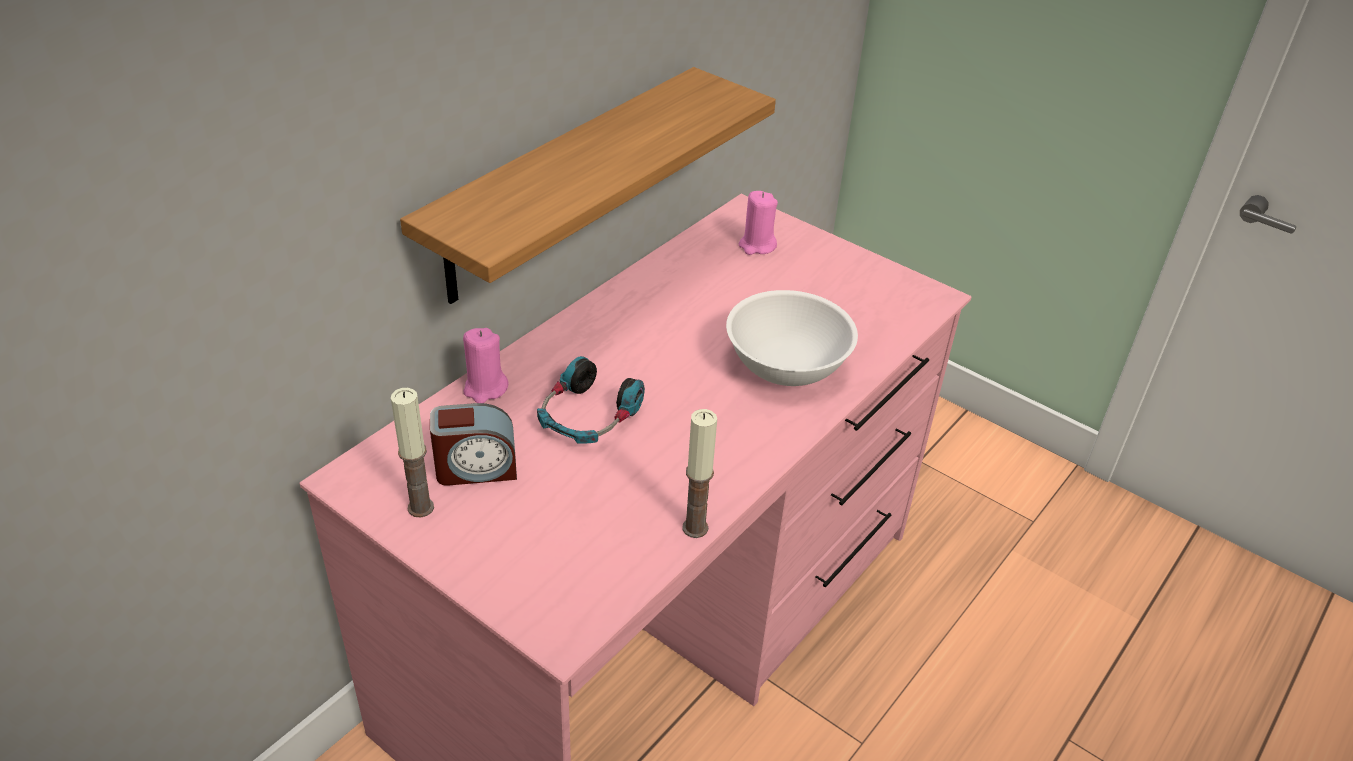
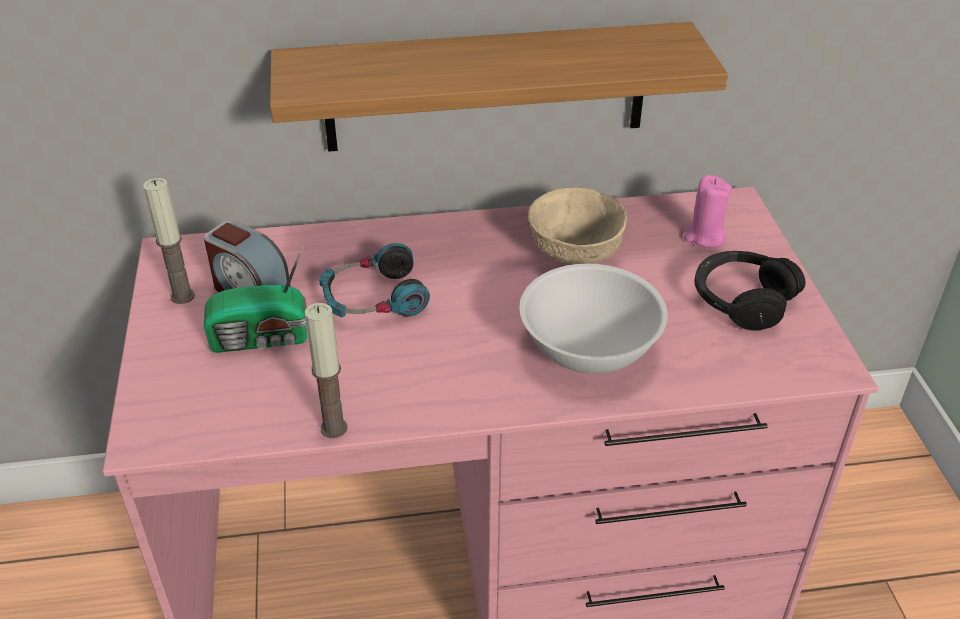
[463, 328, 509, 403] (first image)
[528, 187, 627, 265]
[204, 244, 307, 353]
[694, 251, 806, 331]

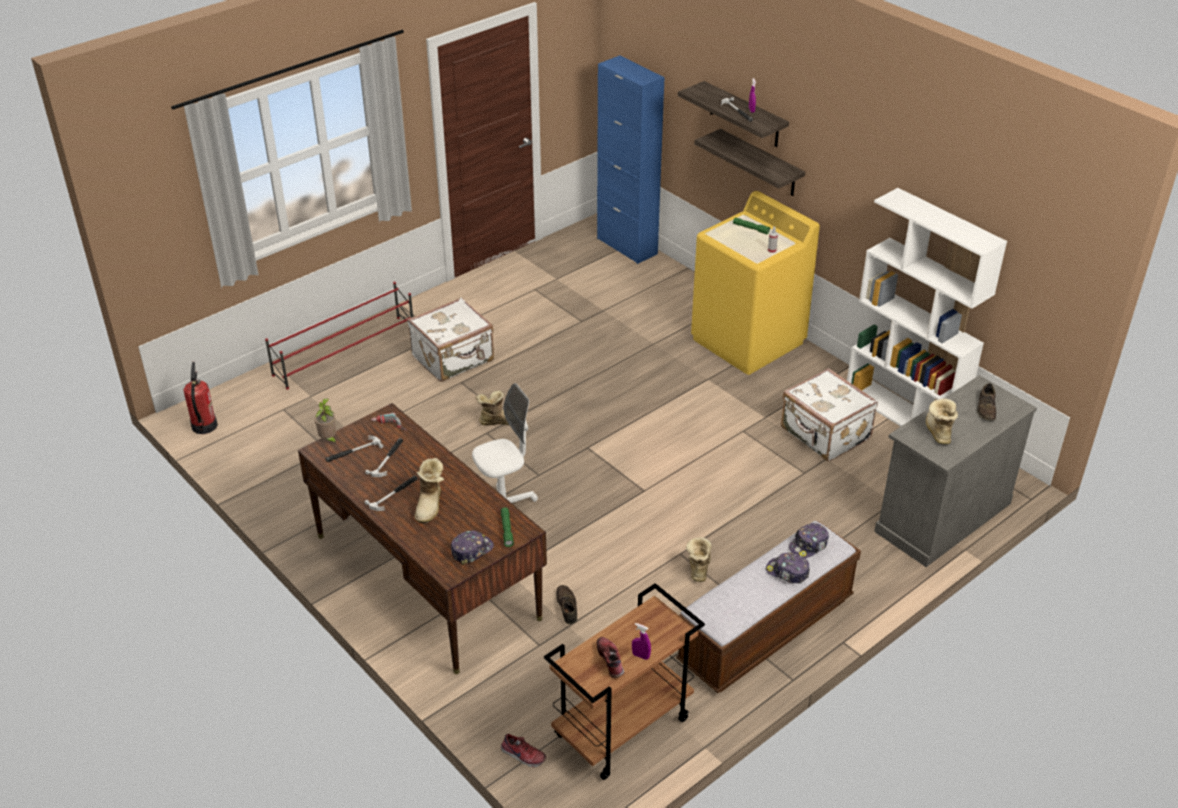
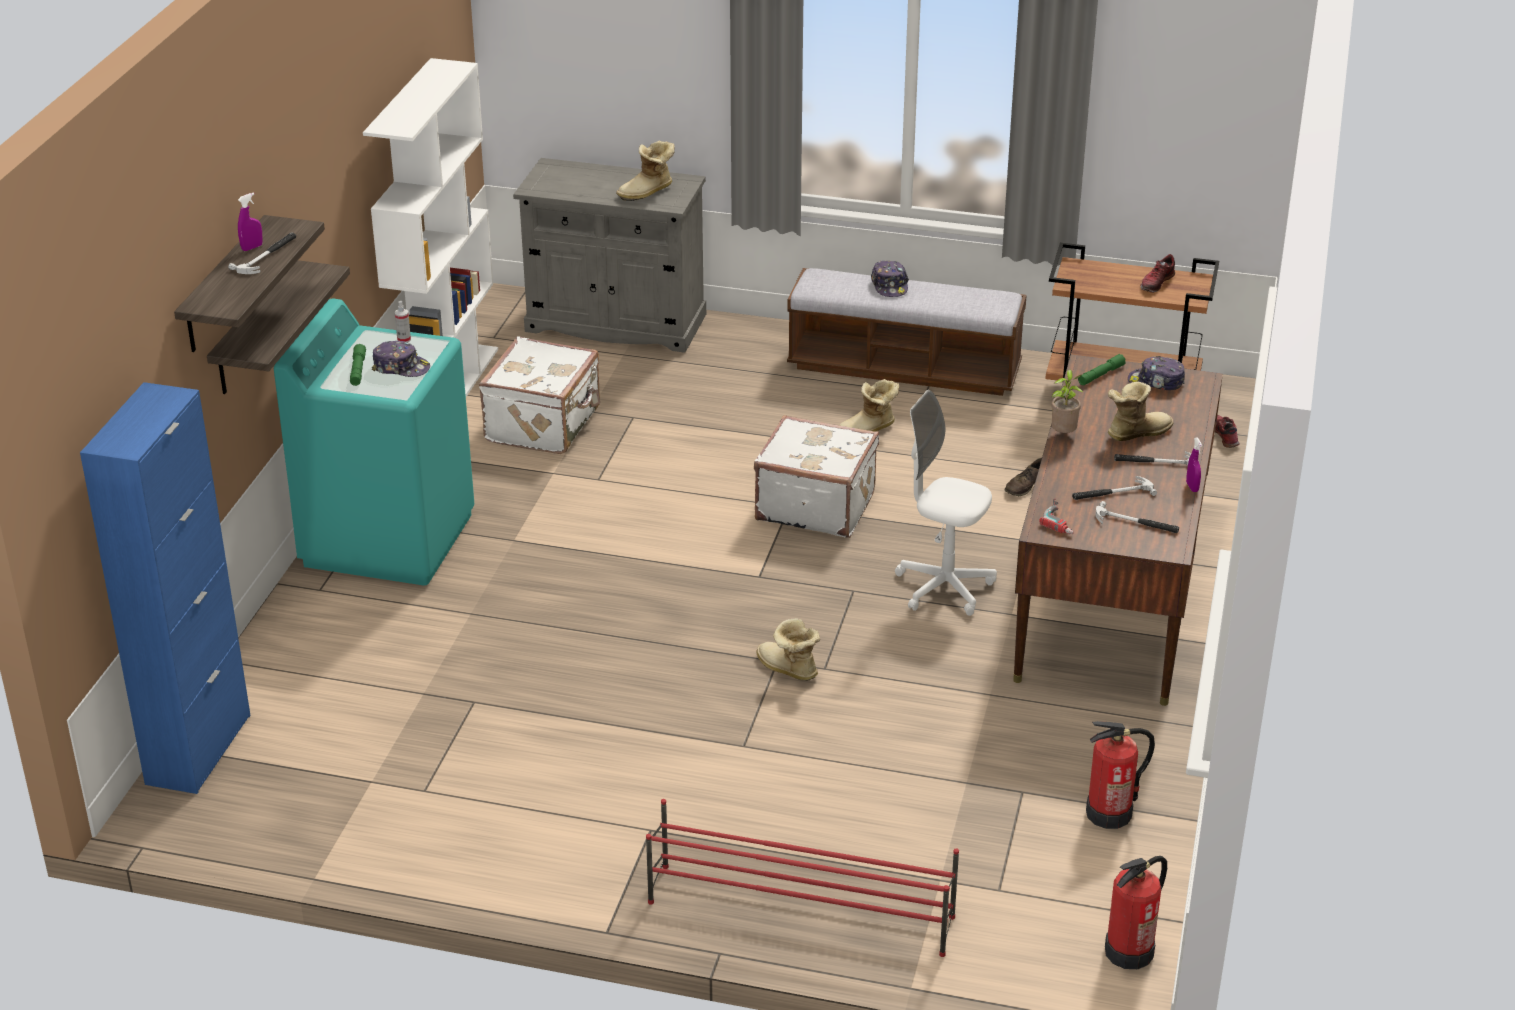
[274, 299, 474, 585]
[754, 415, 879, 538]
[977, 383, 996, 420] (first image)
[1052, 369, 1083, 433]
[372, 341, 430, 377]
[1186, 437, 1202, 492]
[1086, 721, 1155, 829]

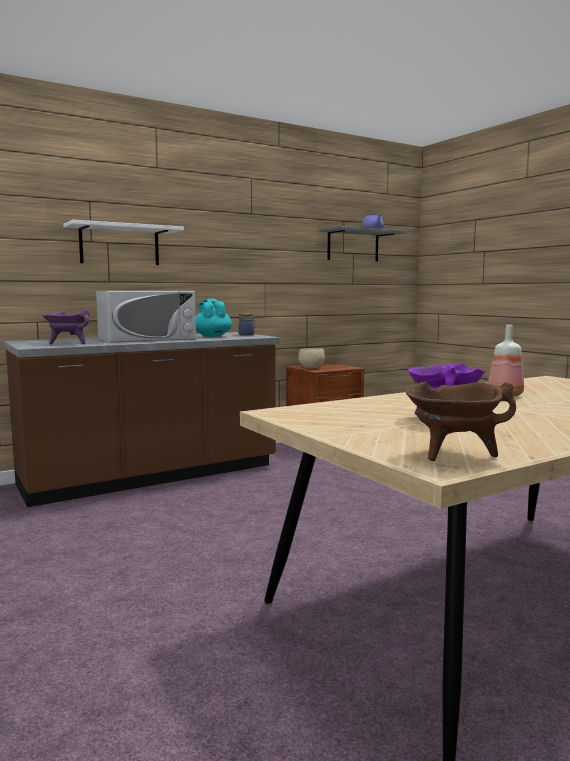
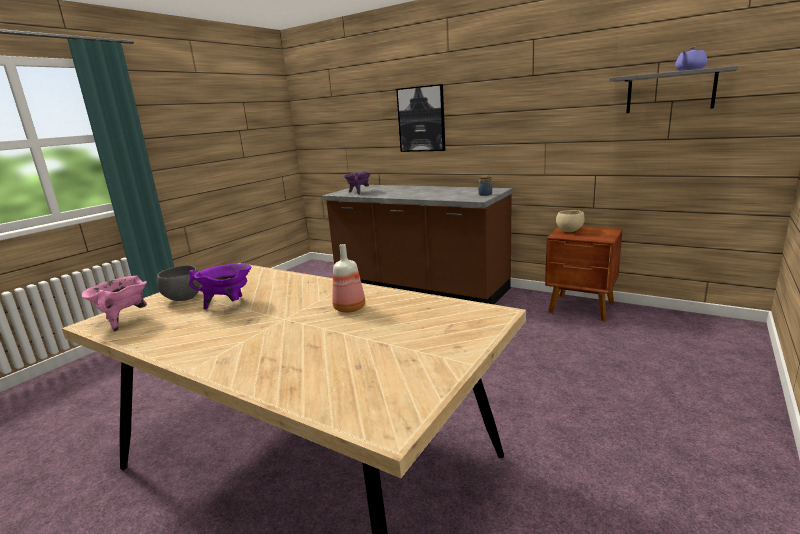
[396, 84, 445, 152]
[96, 291, 196, 343] (first image)
[195, 299, 232, 337] (first image)
[82, 276, 147, 332]
[157, 265, 202, 301]

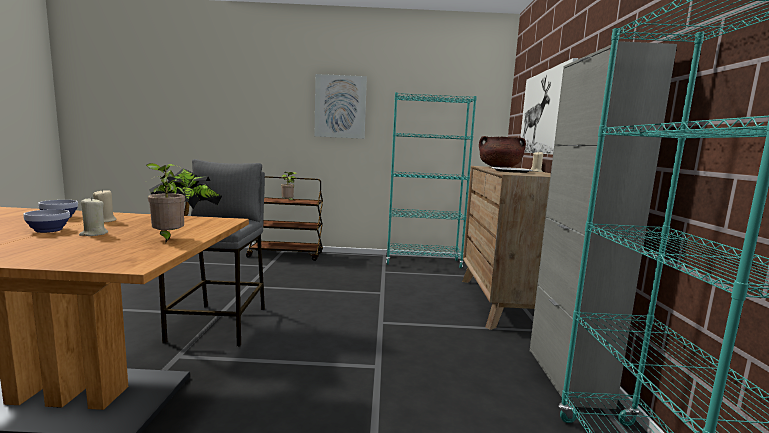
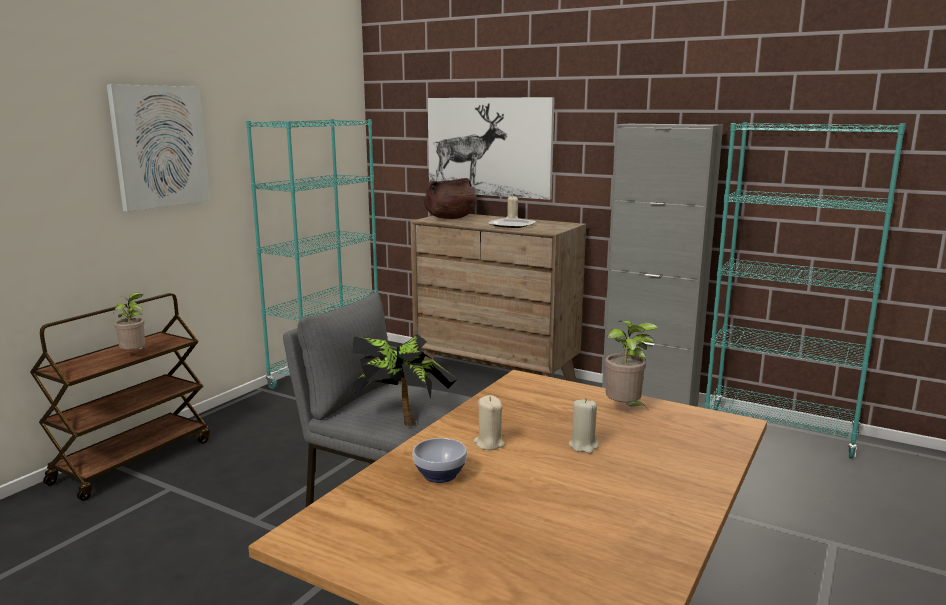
[23, 209, 70, 233] (first image)

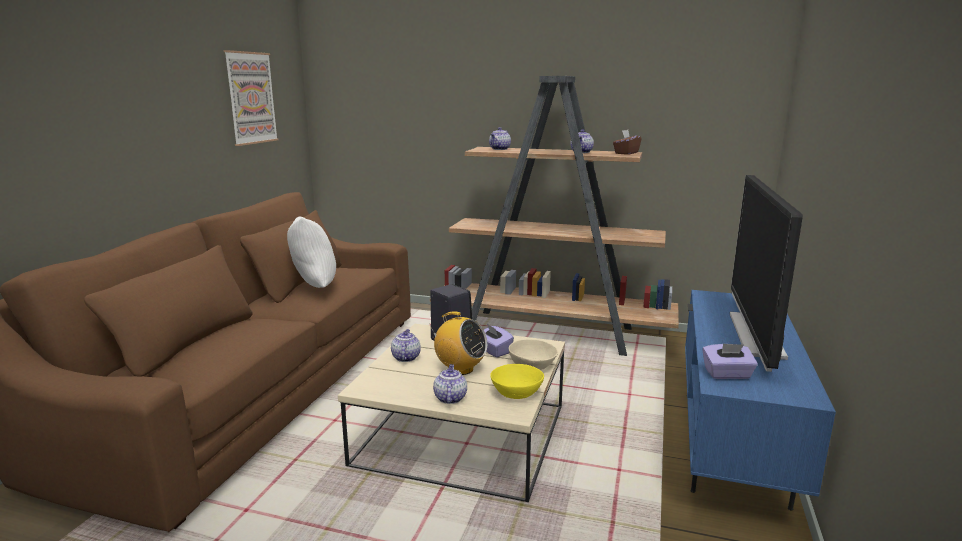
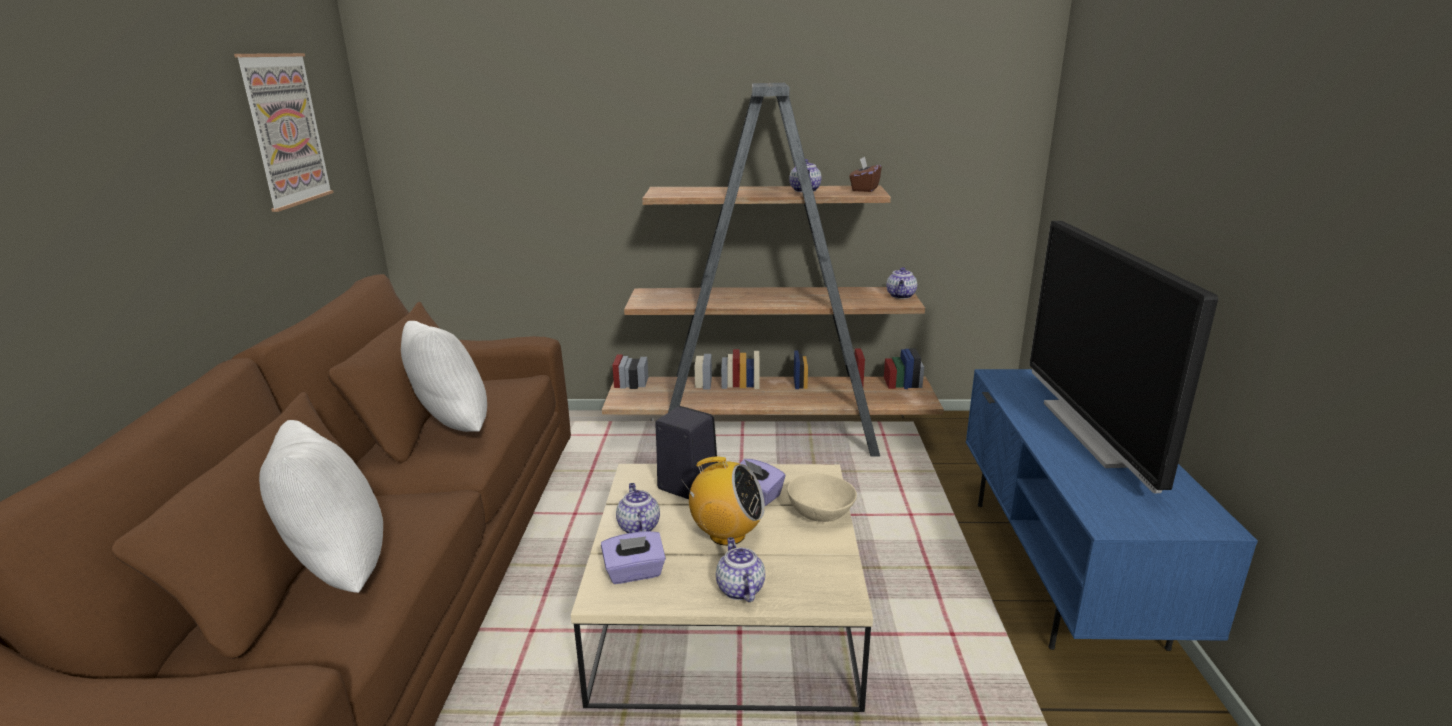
[886, 267, 917, 299]
[601, 531, 666, 584]
[490, 364, 544, 399] (first image)
[259, 420, 383, 593]

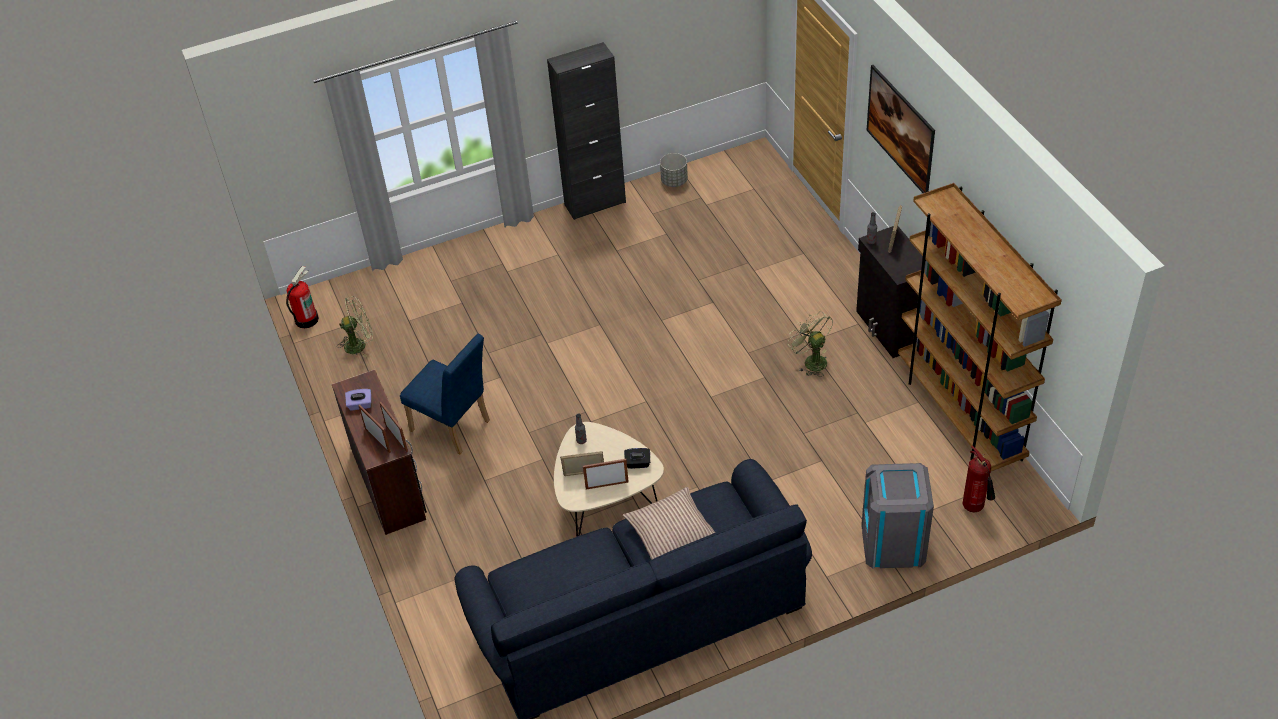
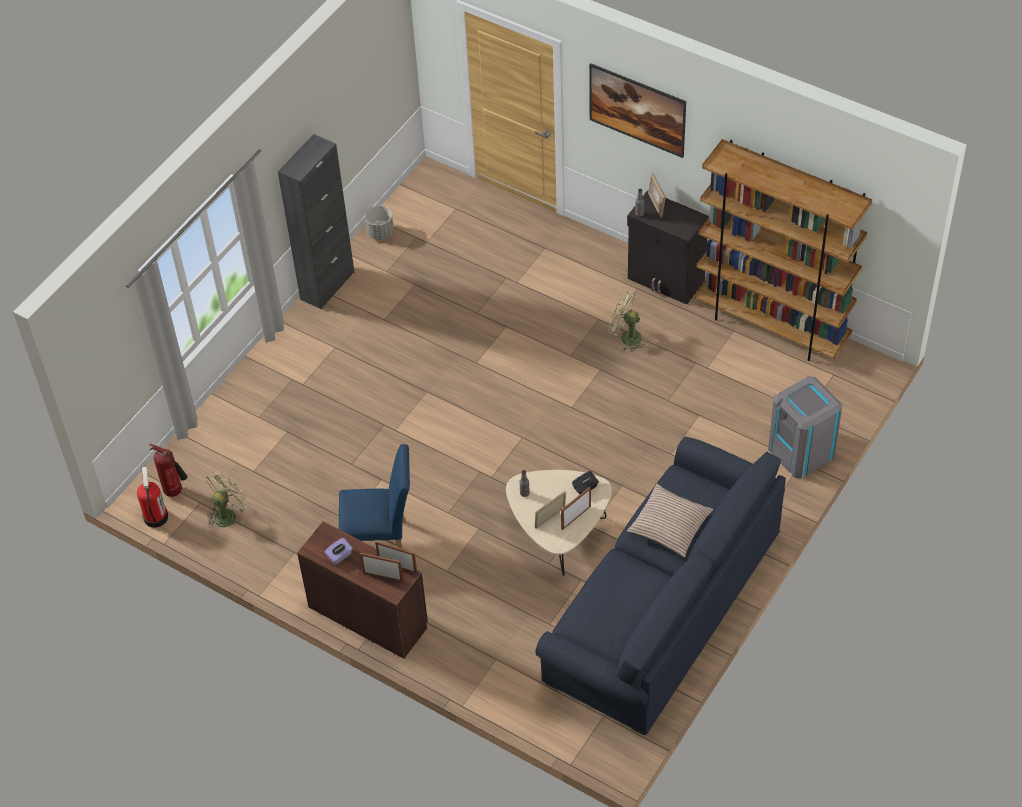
[149, 444, 187, 497]

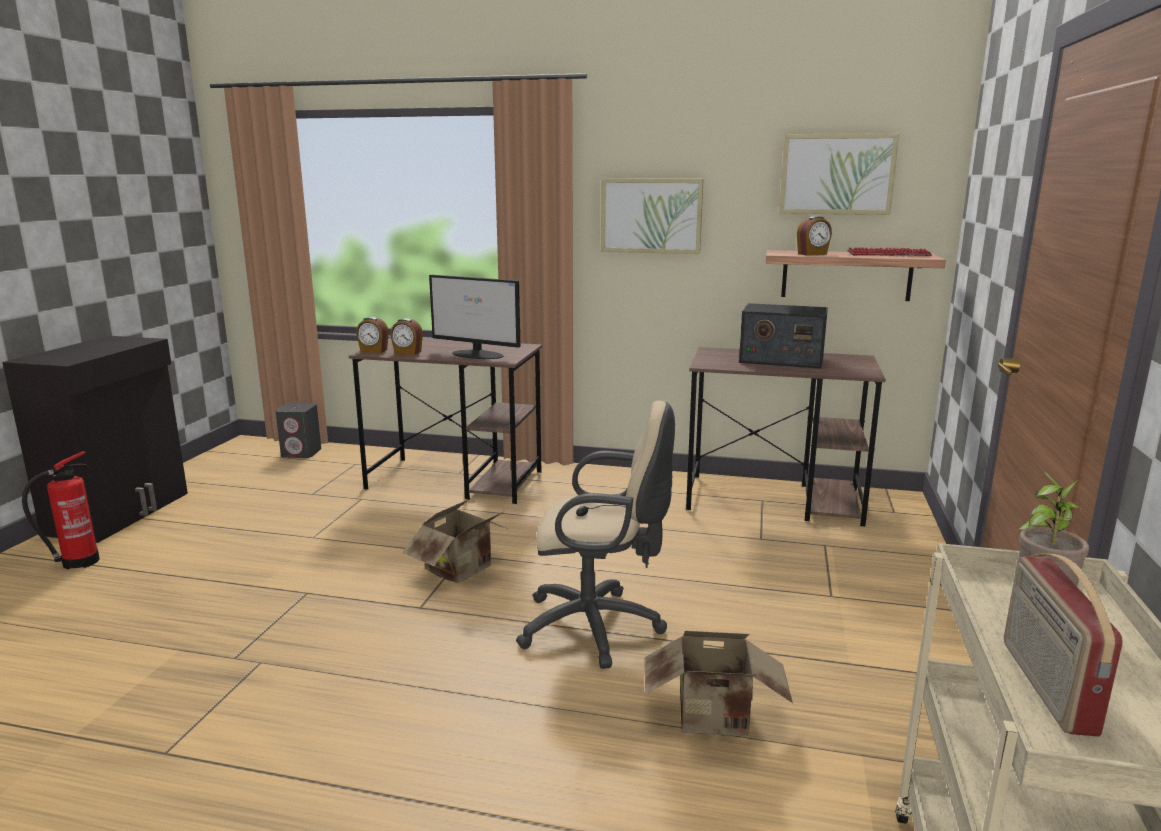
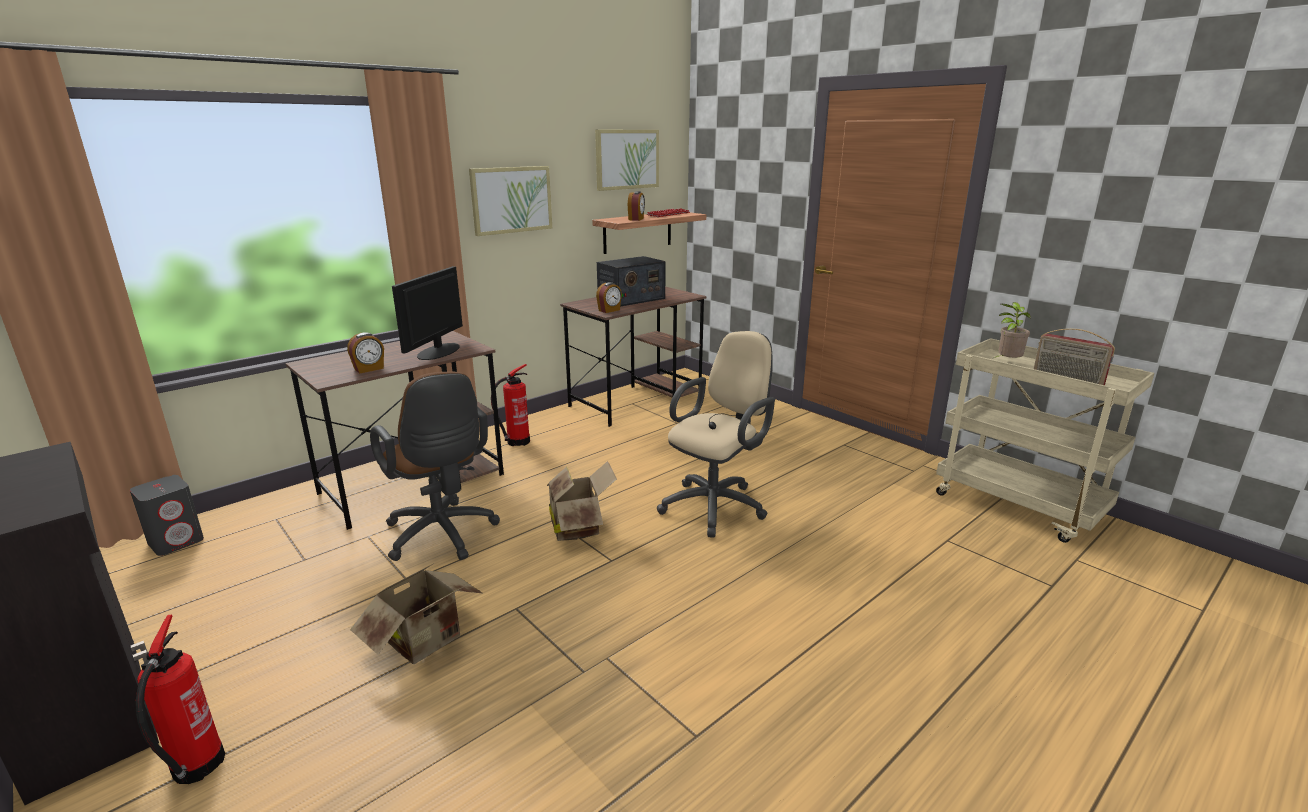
[392, 266, 463, 360]
[596, 282, 622, 313]
[350, 564, 483, 664]
[491, 364, 530, 446]
[370, 371, 500, 561]

